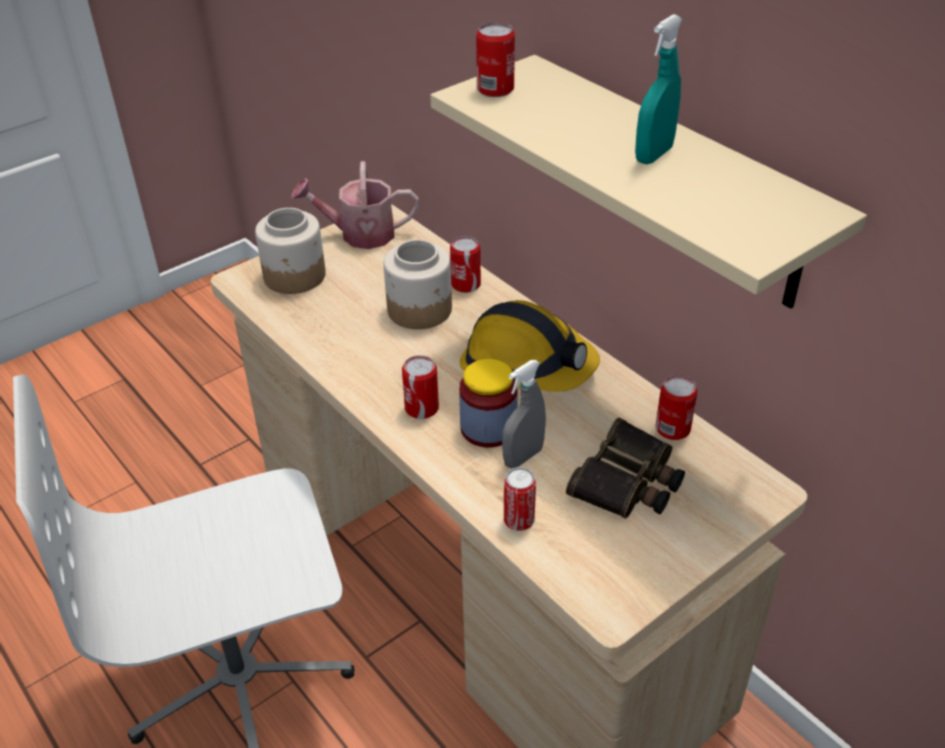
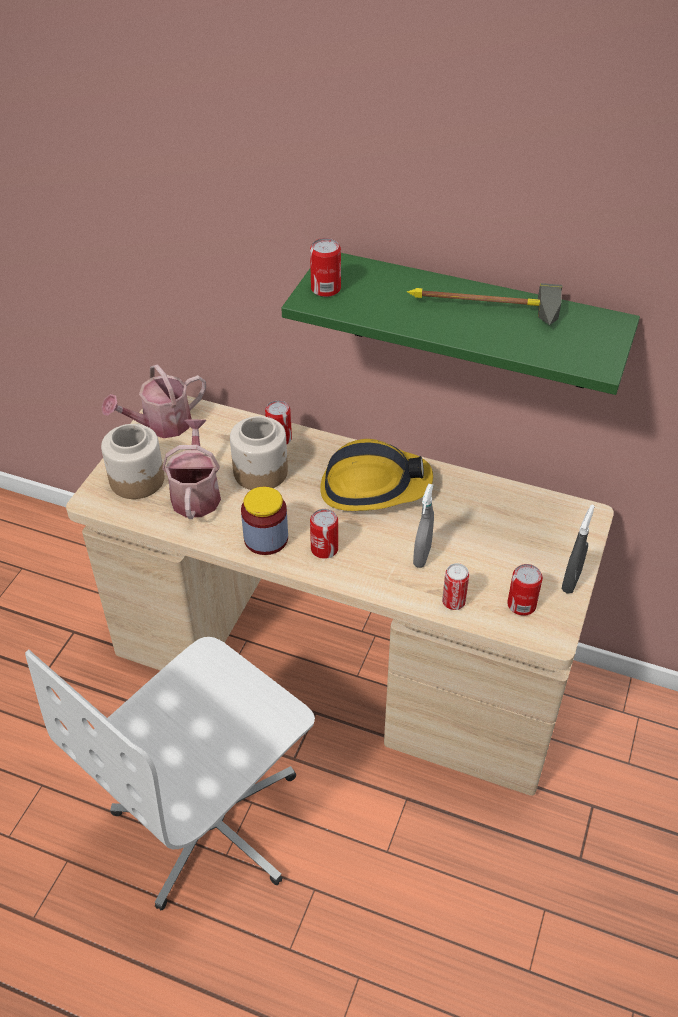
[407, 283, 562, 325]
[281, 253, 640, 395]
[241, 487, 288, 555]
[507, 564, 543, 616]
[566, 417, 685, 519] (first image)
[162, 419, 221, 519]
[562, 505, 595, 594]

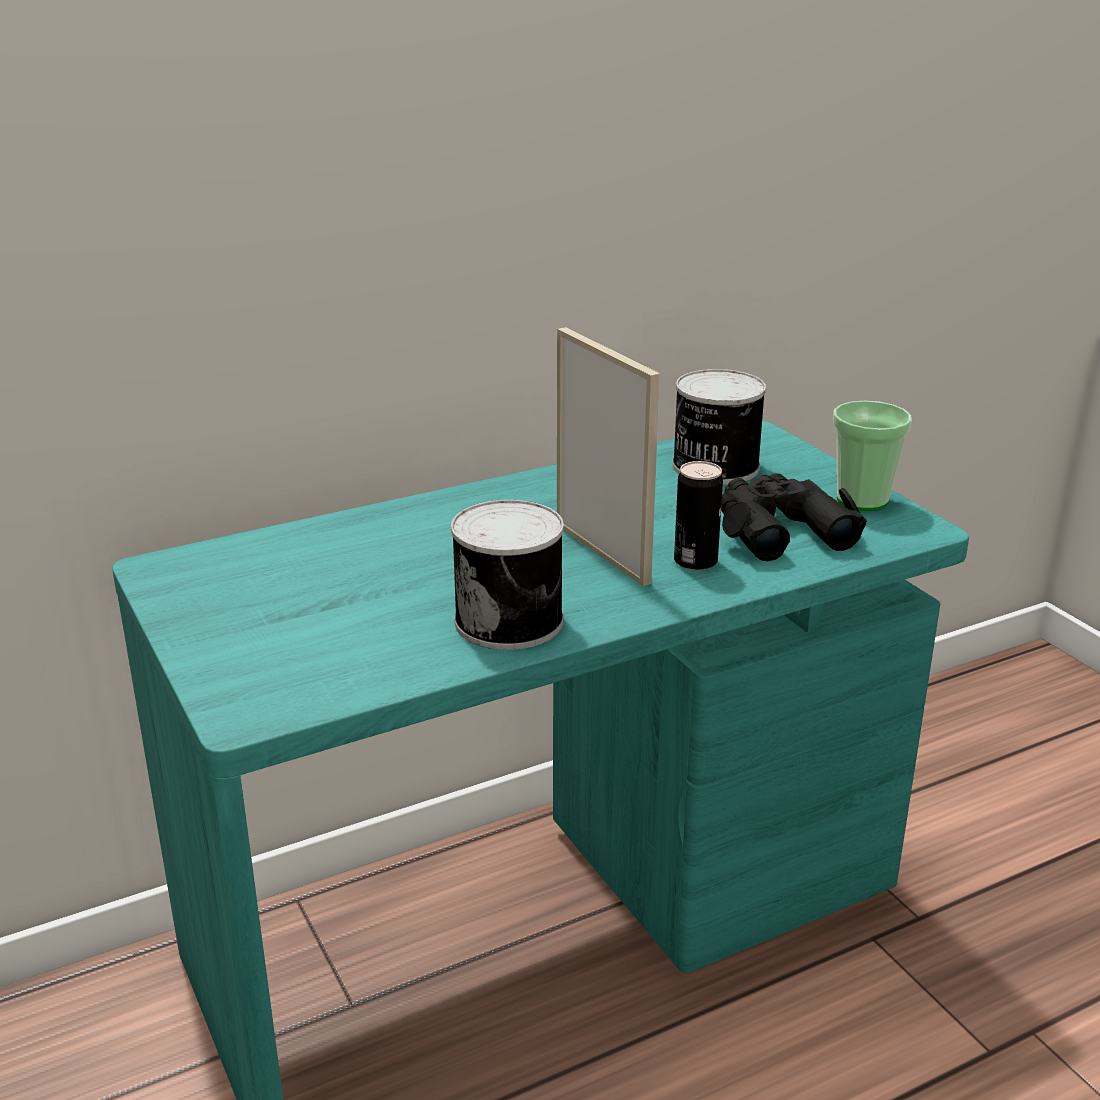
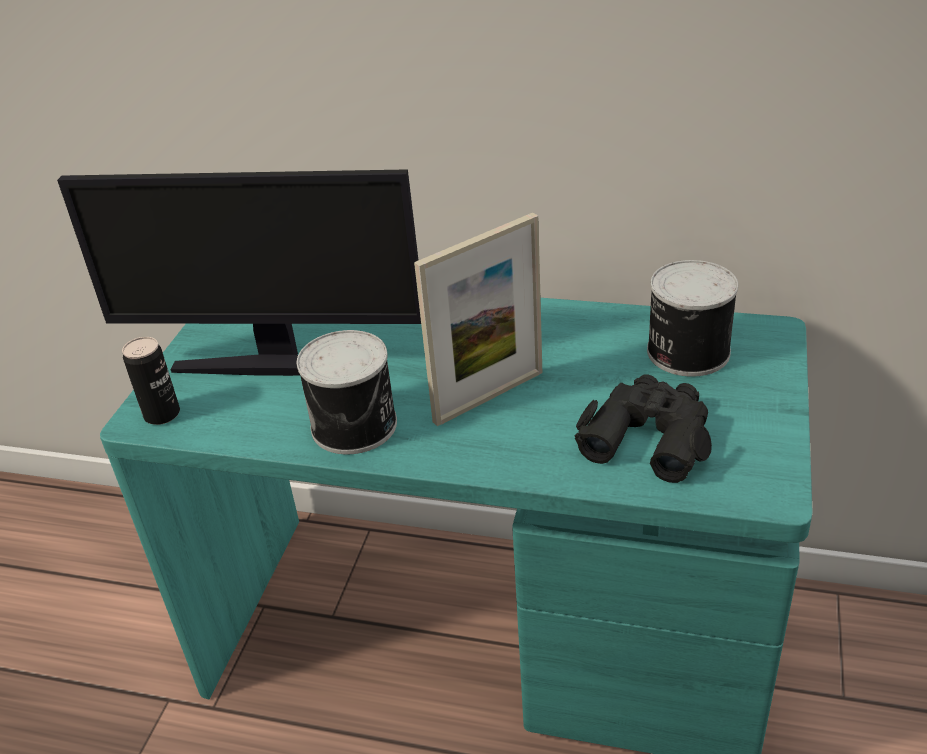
[414, 213, 542, 426]
[833, 401, 912, 511] (first image)
[122, 337, 180, 425]
[57, 169, 421, 376]

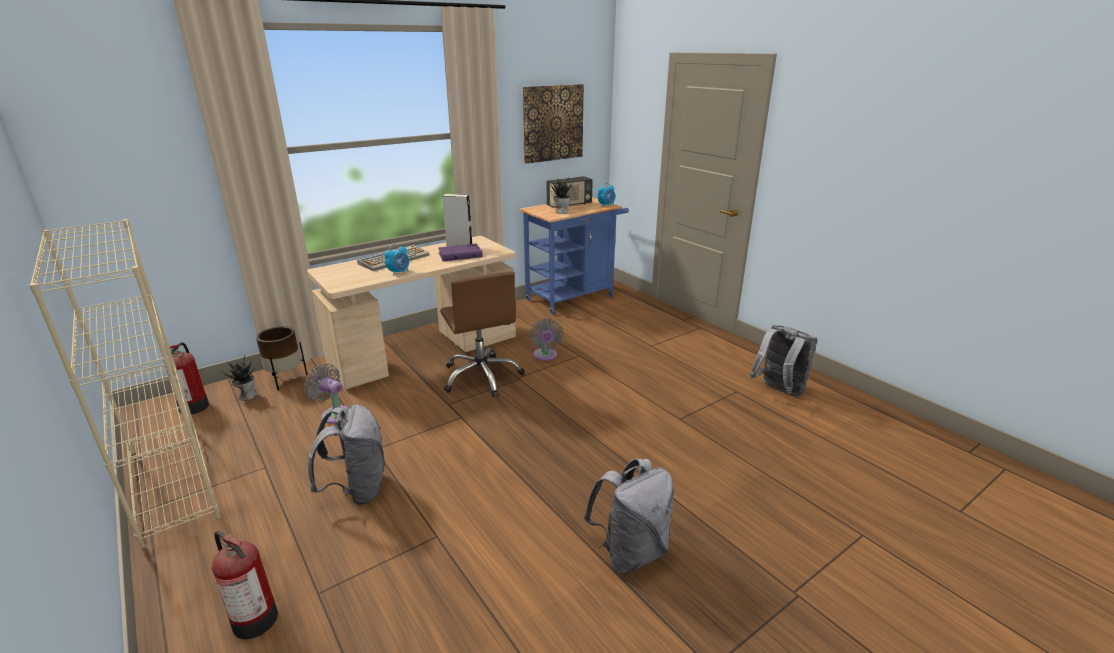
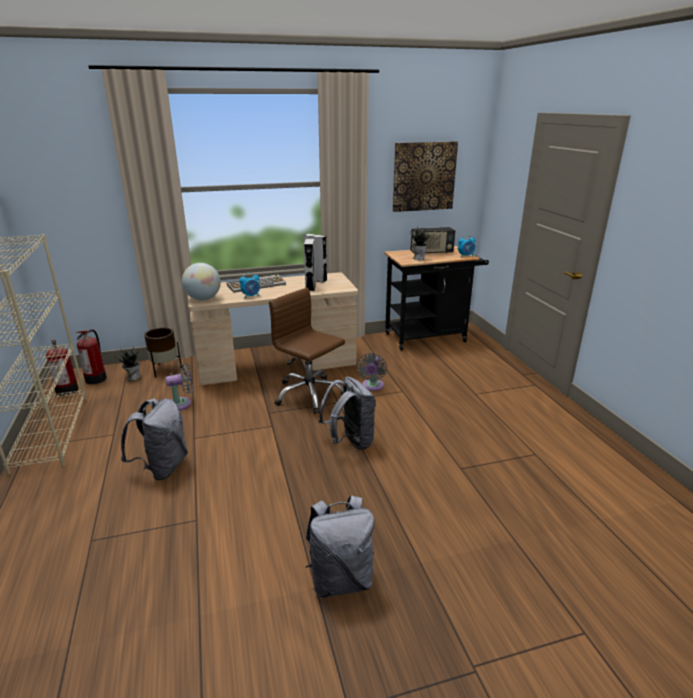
[384, 246, 489, 350]
[304, 239, 316, 291]
[269, 288, 345, 414]
[318, 377, 376, 450]
[165, 363, 193, 410]
[46, 339, 79, 396]
[182, 263, 221, 301]

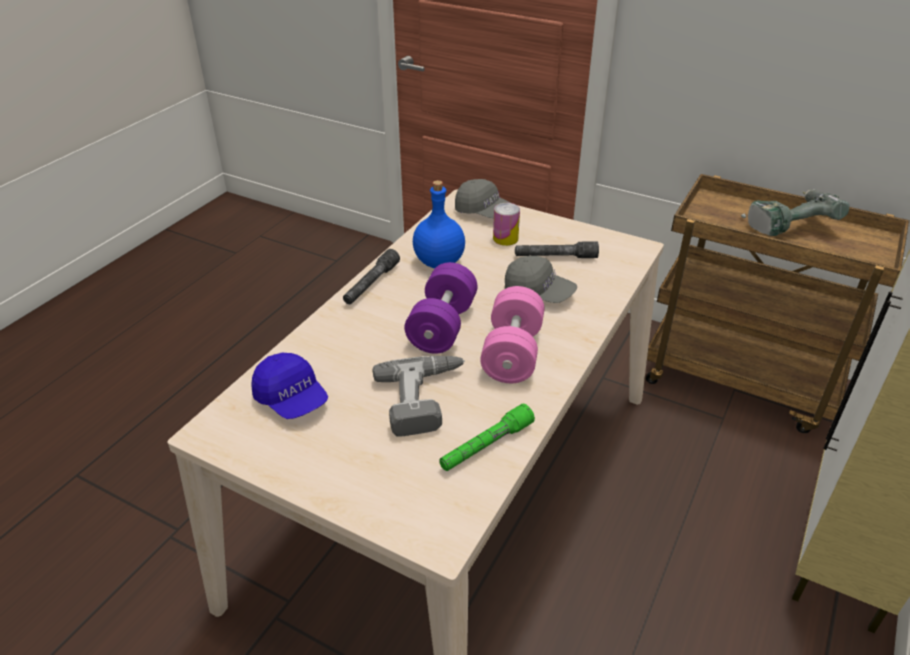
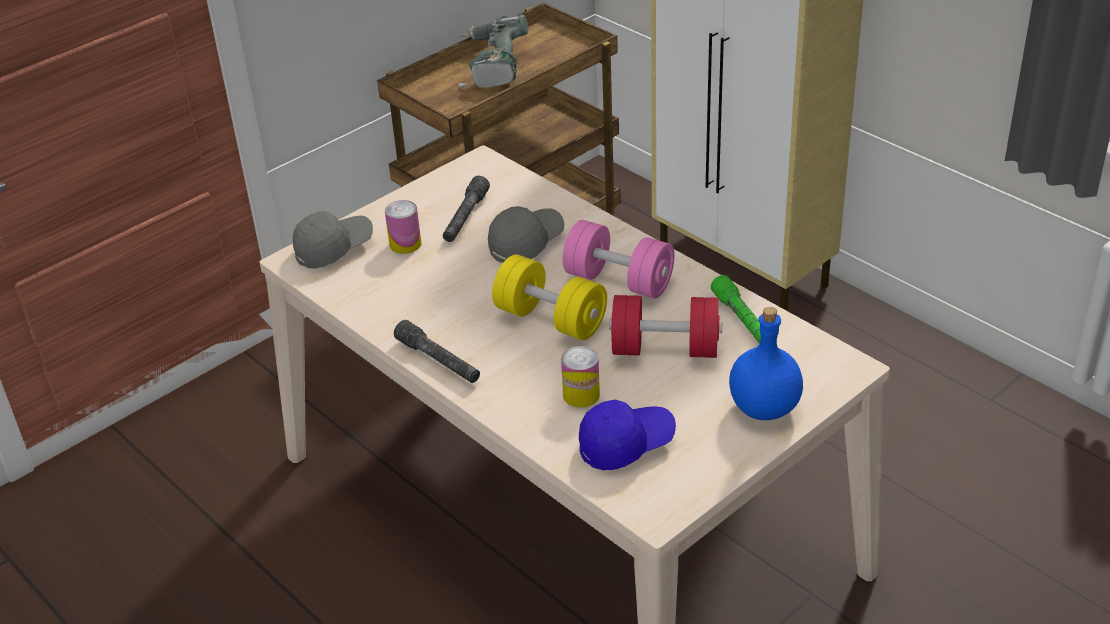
[729, 307, 803, 420]
[492, 254, 607, 340]
[609, 295, 722, 358]
[561, 346, 600, 408]

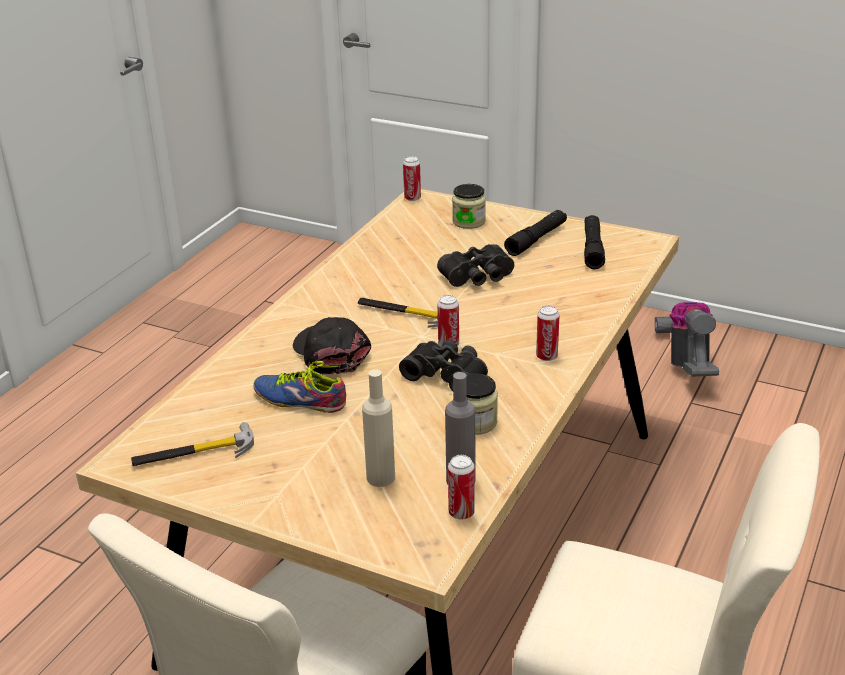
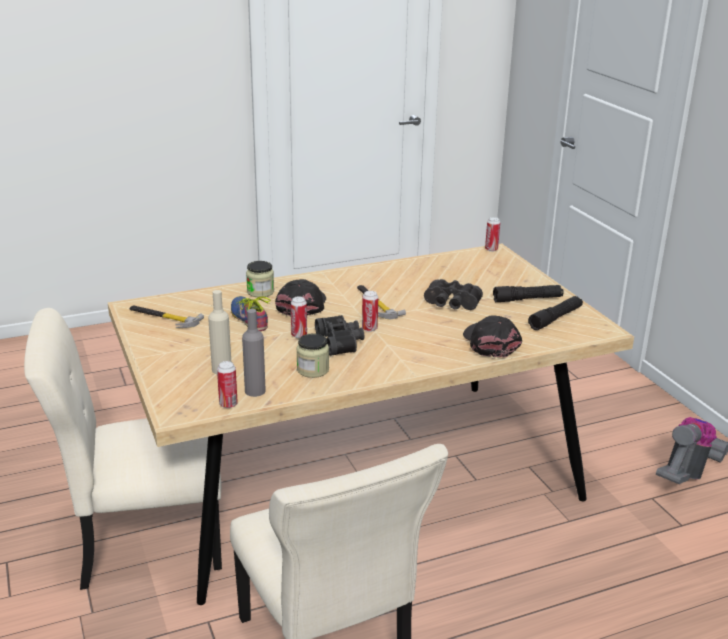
[246, 261, 274, 297]
[291, 297, 307, 338]
[463, 315, 522, 358]

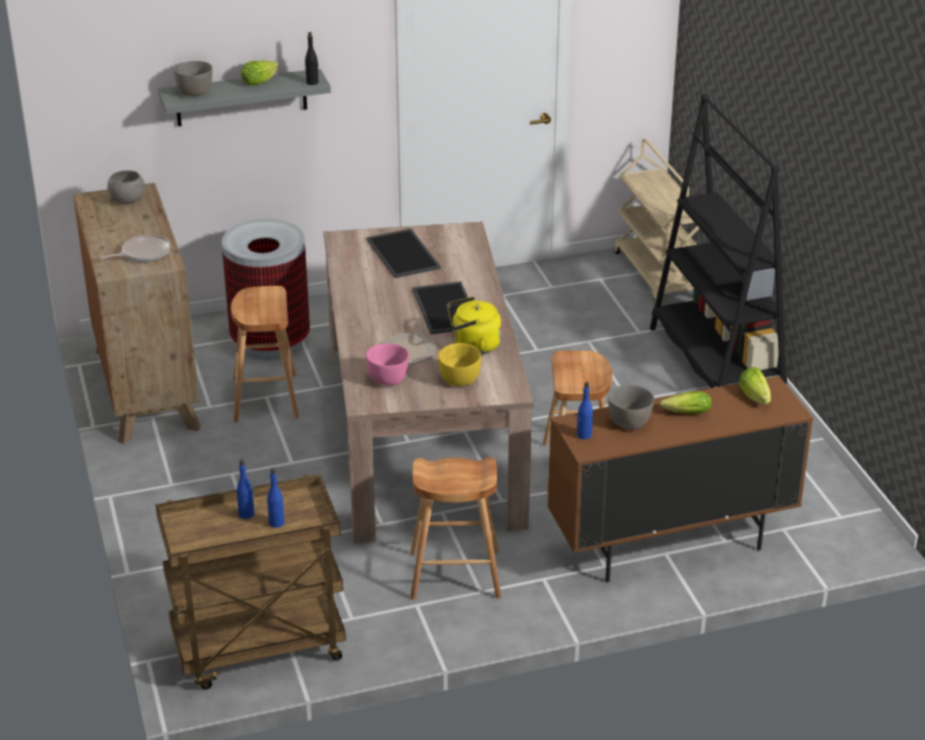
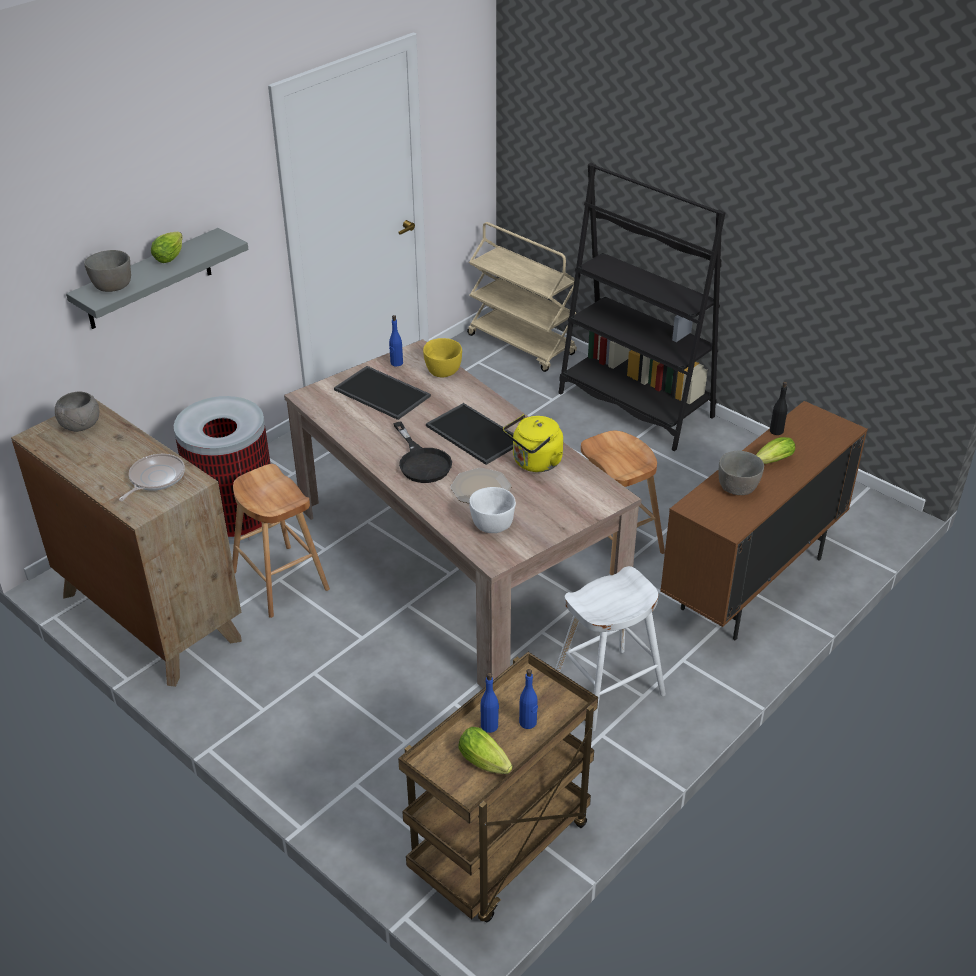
[770, 382, 787, 435]
[469, 487, 516, 533]
[423, 338, 462, 377]
[459, 727, 513, 774]
[389, 315, 403, 366]
[555, 566, 666, 731]
[393, 421, 452, 483]

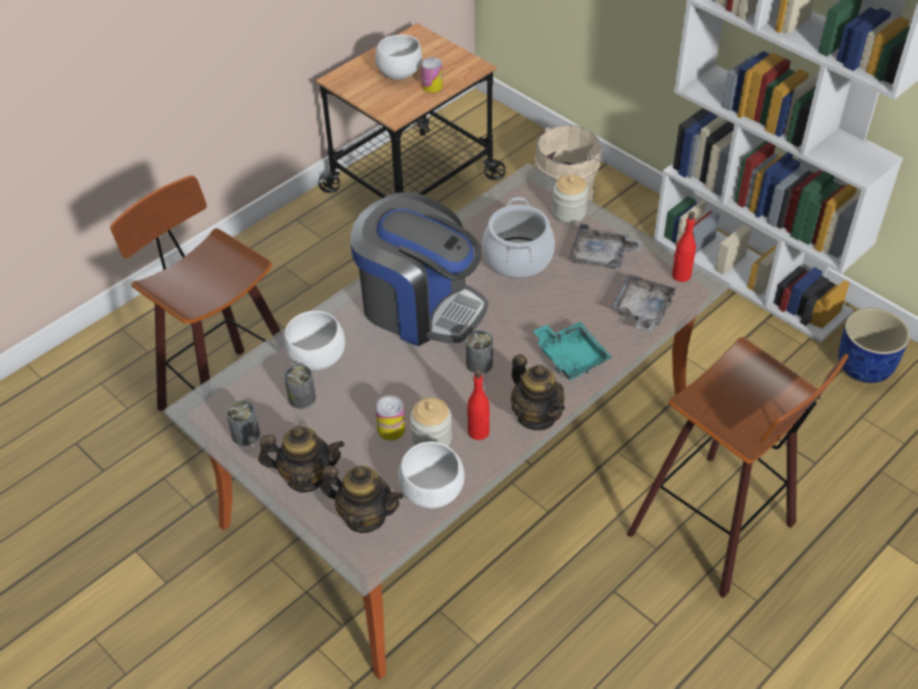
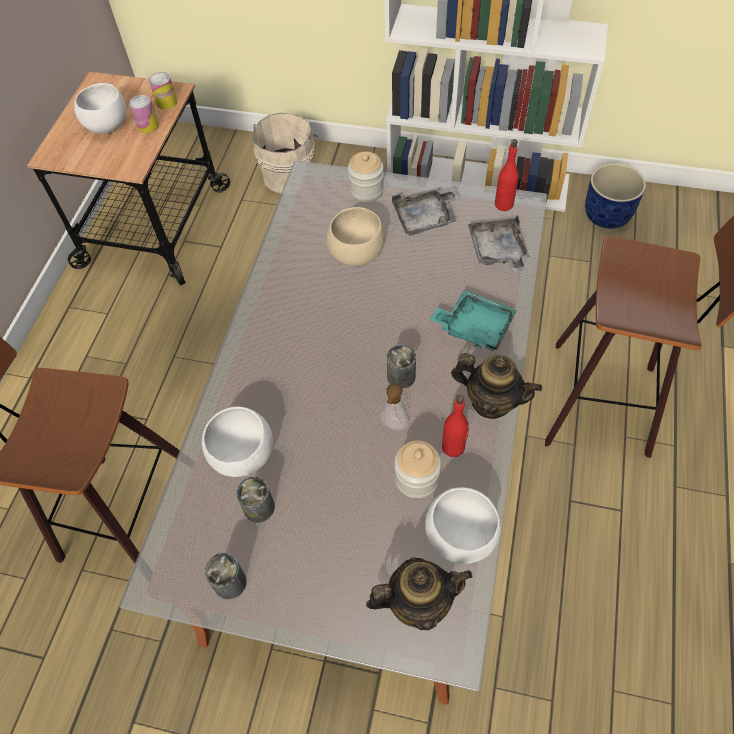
[350, 192, 488, 347] (first image)
[326, 207, 385, 267]
[149, 72, 177, 109]
[258, 426, 344, 493] (first image)
[379, 384, 410, 431]

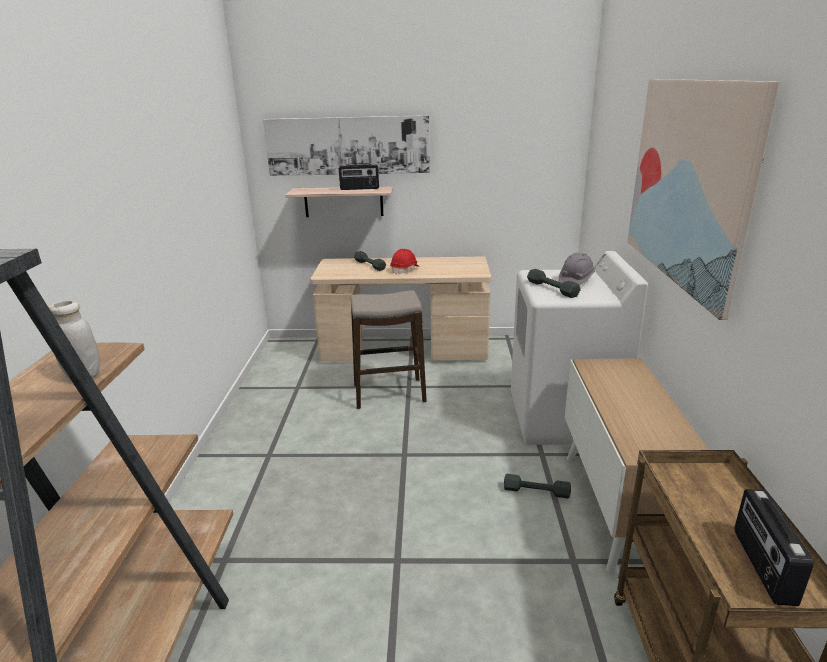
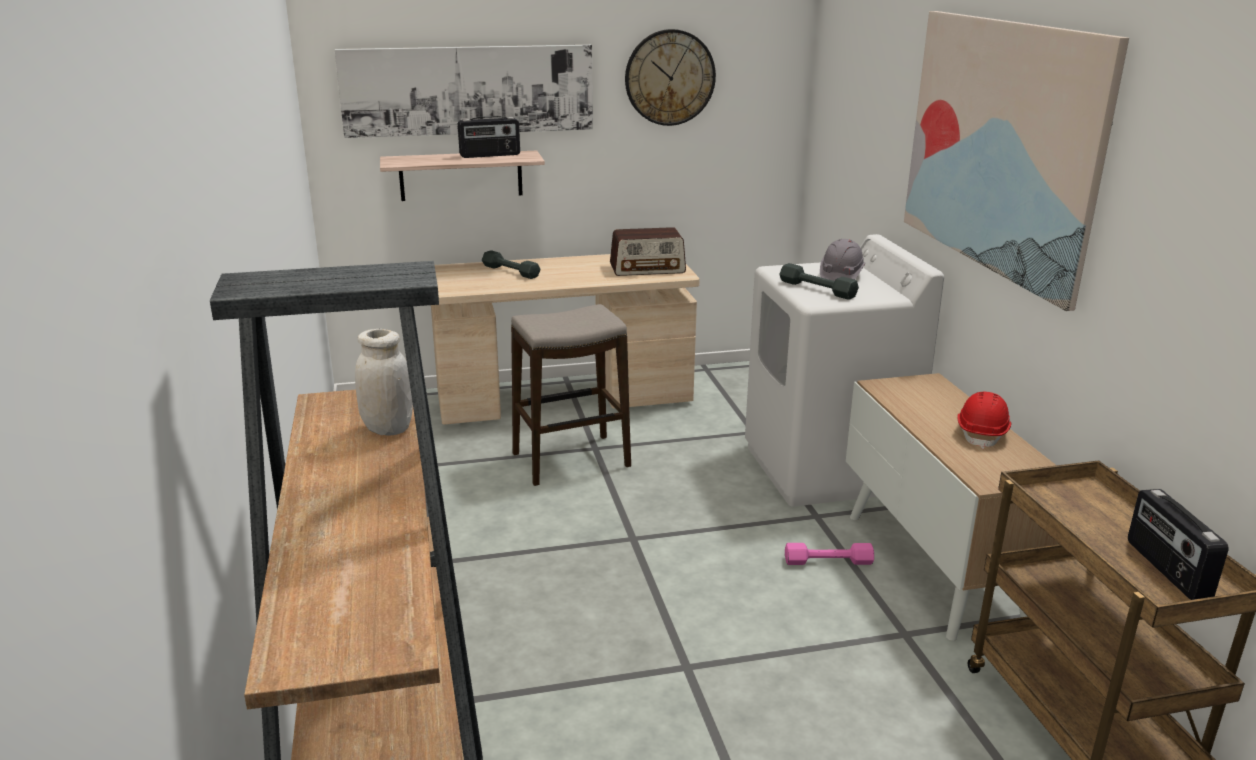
[957, 391, 1011, 449]
[785, 543, 874, 565]
[625, 29, 716, 126]
[610, 227, 686, 276]

